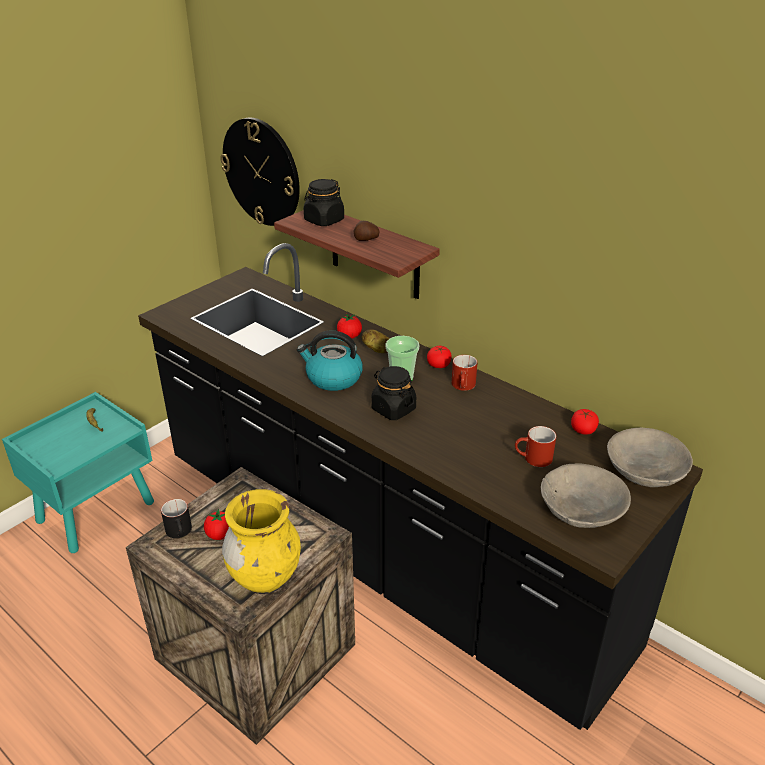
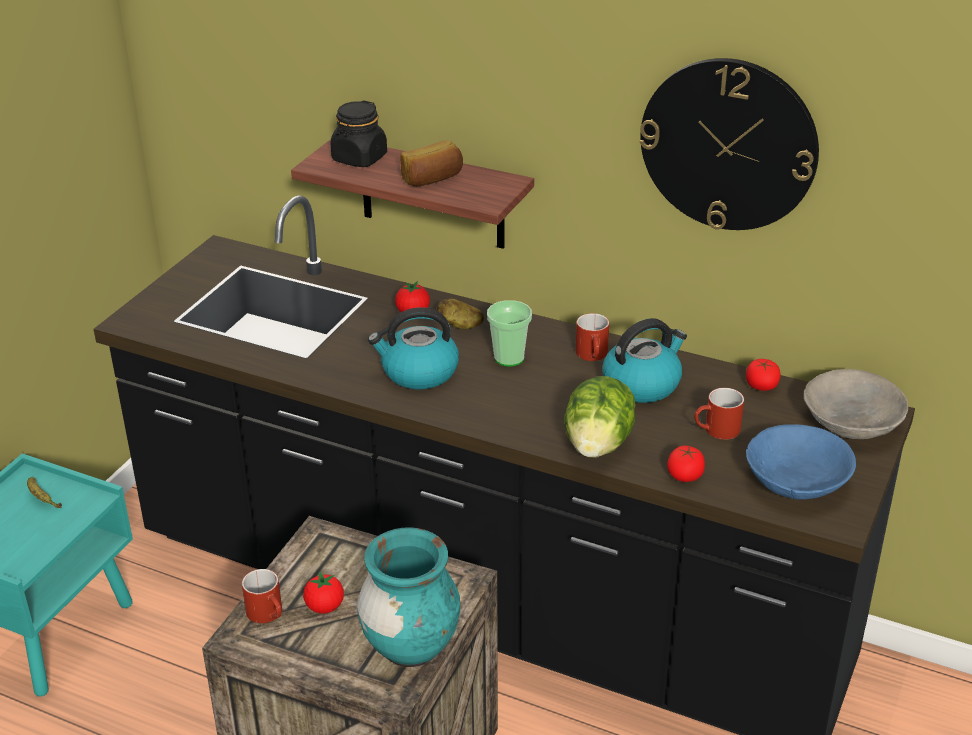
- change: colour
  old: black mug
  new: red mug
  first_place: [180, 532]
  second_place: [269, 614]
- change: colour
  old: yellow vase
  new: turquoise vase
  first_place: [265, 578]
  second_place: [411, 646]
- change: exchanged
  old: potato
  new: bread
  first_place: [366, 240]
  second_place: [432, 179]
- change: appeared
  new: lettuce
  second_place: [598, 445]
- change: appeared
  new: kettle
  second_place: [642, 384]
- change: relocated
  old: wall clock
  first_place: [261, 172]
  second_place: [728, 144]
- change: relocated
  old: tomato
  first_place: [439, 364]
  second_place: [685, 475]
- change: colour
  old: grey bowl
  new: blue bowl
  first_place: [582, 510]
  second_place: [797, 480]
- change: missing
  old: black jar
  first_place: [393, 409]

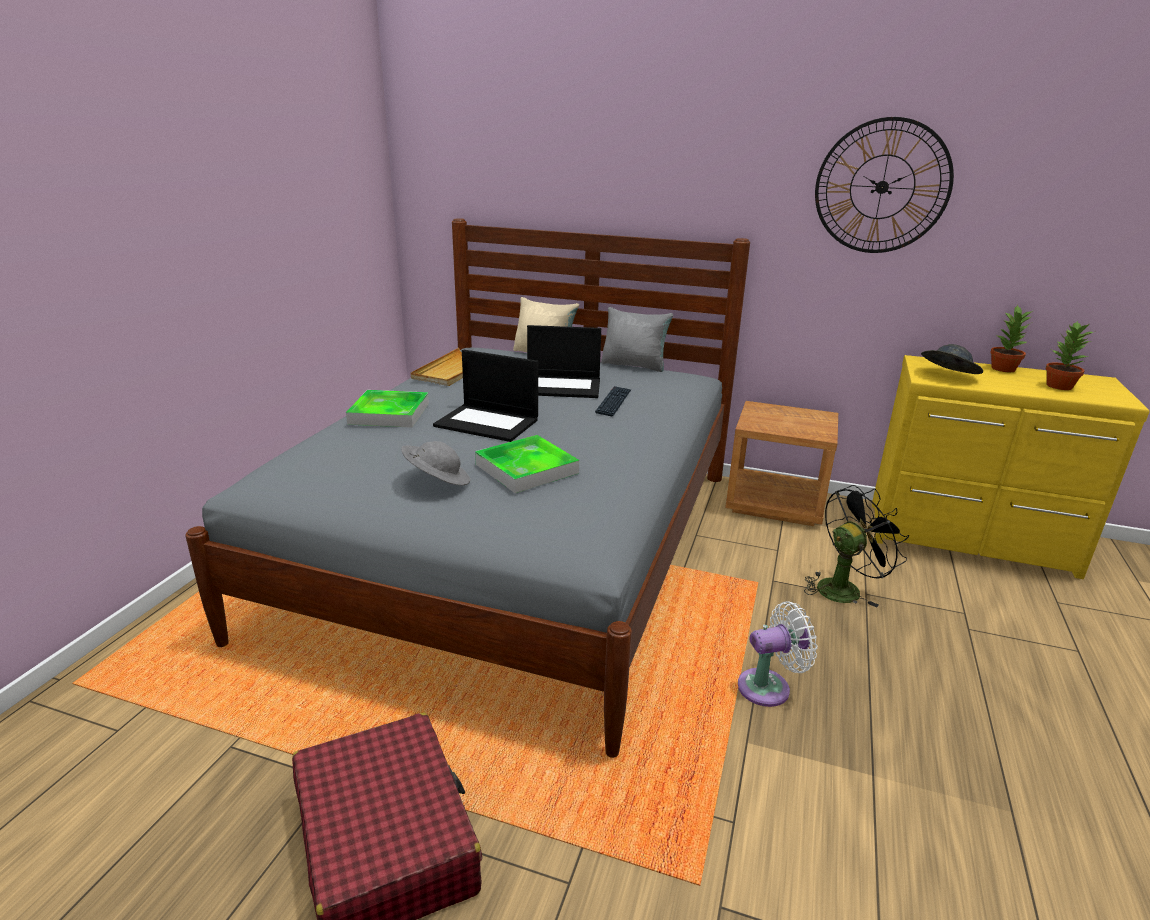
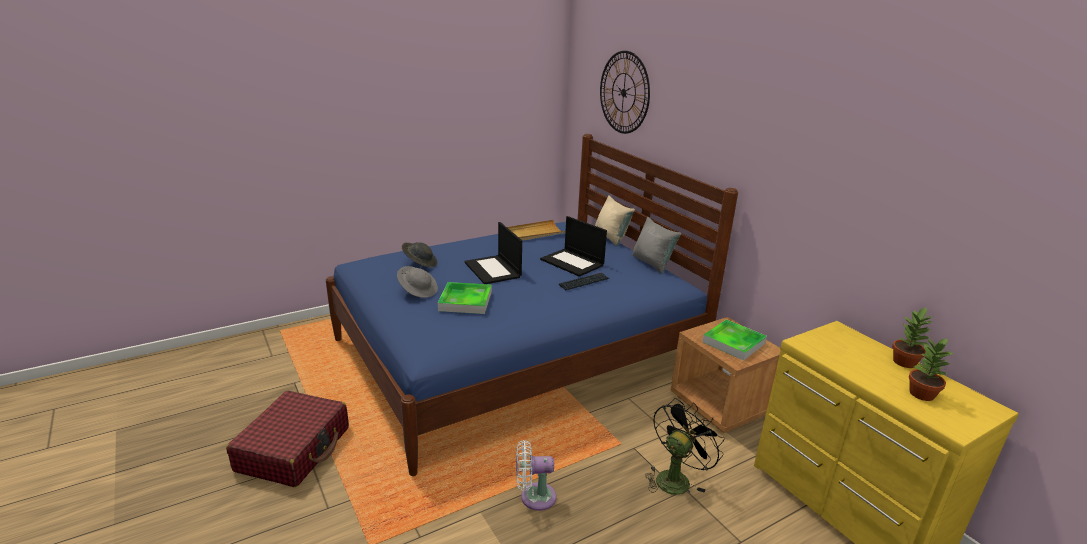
- change: colour
  old: grey bed
  new: blue bed
  first_place: [517, 546]
  second_place: [515, 355]
- change: relocated
  old: grey hat
  first_place: [947, 376]
  second_place: [420, 263]
- change: spun
  old: white fan
  first_place: [769, 687]
  second_place: [534, 497]
  degrees: 150
- change: relocated
  old: wall clock
  first_place: [882, 187]
  second_place: [624, 92]
- change: spun
  old: black fan
  first_place: [844, 588]
  second_place: [675, 478]
  degrees: -60
- change: relocated
  old: tray
  first_place: [389, 413]
  second_place: [733, 342]

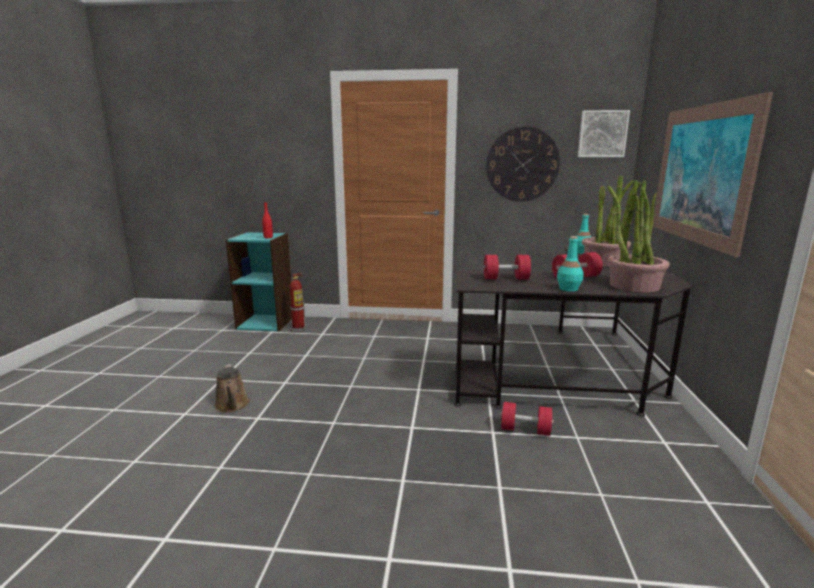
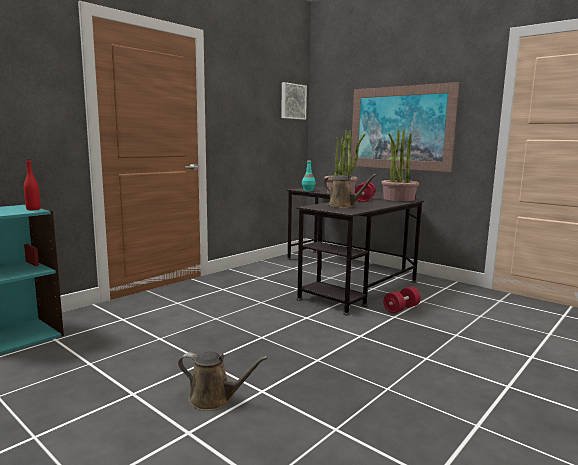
- change: exchanged
  old: red dumbbell
  new: brown watering can
  first_place: [506, 278]
  second_place: [343, 206]
- change: missing
  old: fire extinguisher
  first_place: [299, 329]
- change: missing
  old: wall clock
  first_place: [522, 164]
- change: missing
  old: turquoise bottle
  first_place: [568, 289]

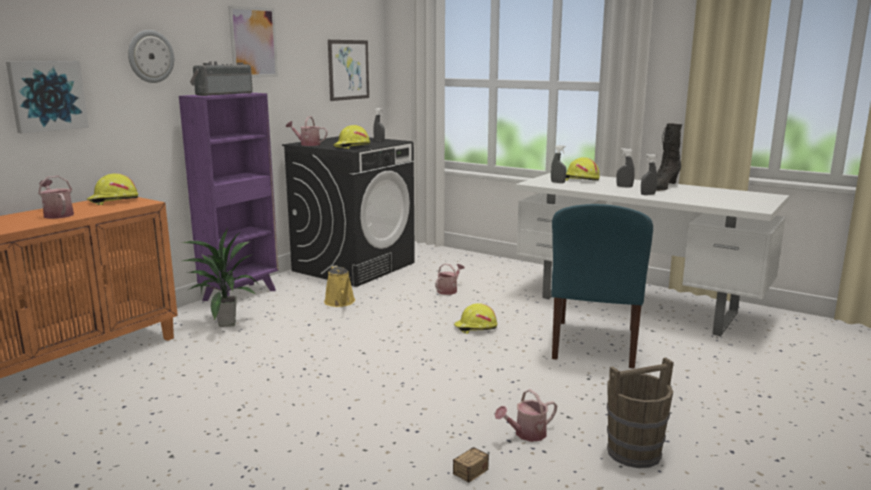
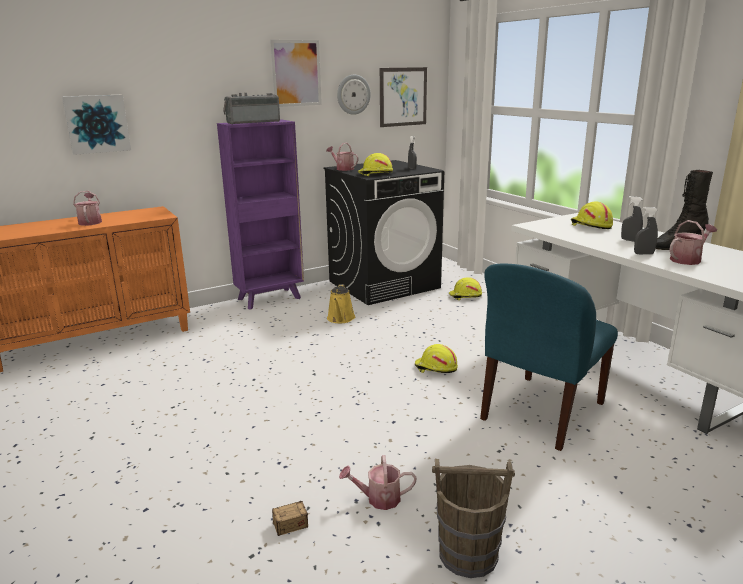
- change: relocated
  old: wall clock
  first_place: [150, 56]
  second_place: [353, 94]
- change: relocated
  old: yellow hard hat
  first_place: [113, 201]
  second_place: [465, 296]
- change: relocated
  old: watering can
  first_place: [449, 290]
  second_place: [688, 259]
- change: missing
  old: potted plant
  first_place: [226, 323]
- change: missing
  old: grey spray bottle
  first_place: [558, 182]

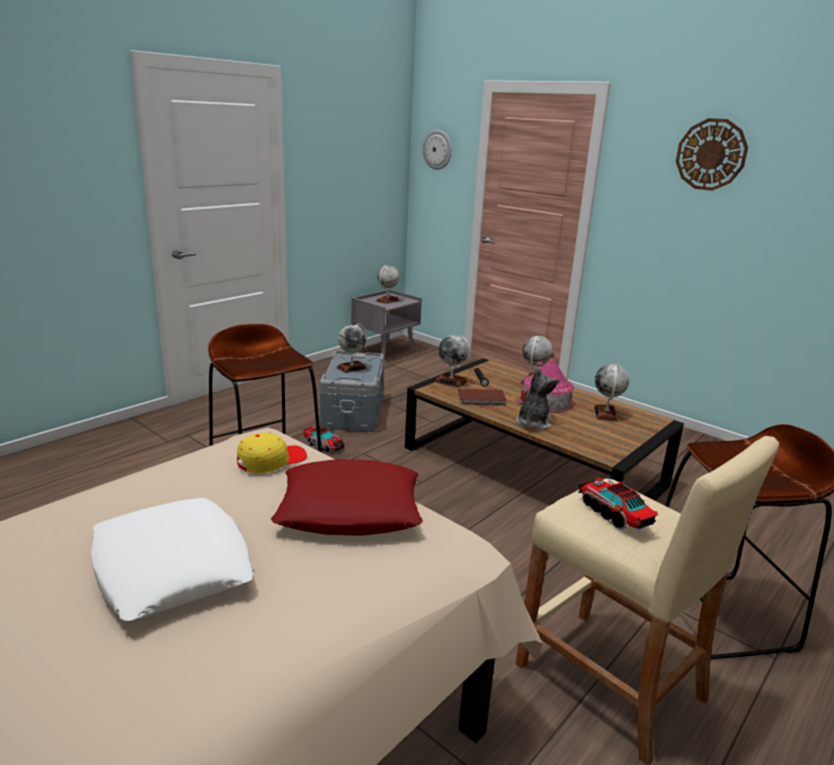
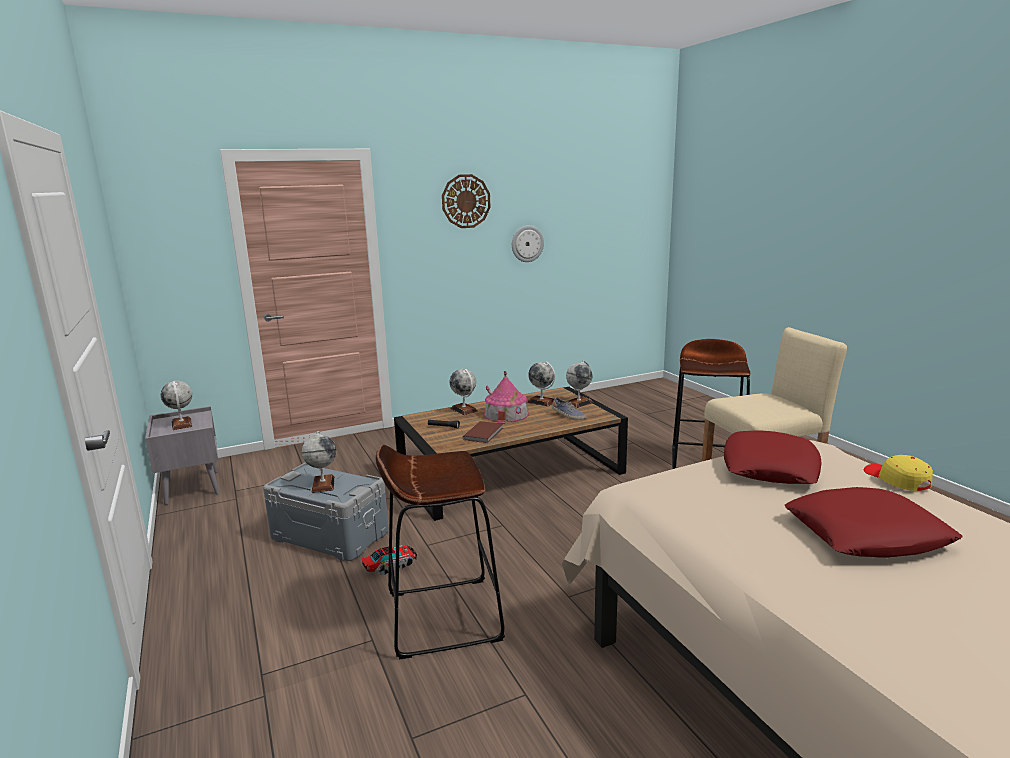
- change: relocated
  old: wall clock
  first_place: [438, 149]
  second_place: [527, 243]
- change: appeared
  new: shoe
  second_place: [568, 416]
- change: relocated
  old: globe
  first_place: [451, 381]
  second_place: [579, 403]
- change: colour
  old: white pillow
  new: red pillow
  first_place: [171, 567]
  second_place: [866, 534]
- change: relocated
  old: yellow cap
  first_place: [271, 461]
  second_place: [896, 479]
- change: missing
  old: plush toy
  first_place: [533, 423]
- change: missing
  old: toy truck
  first_place: [613, 514]

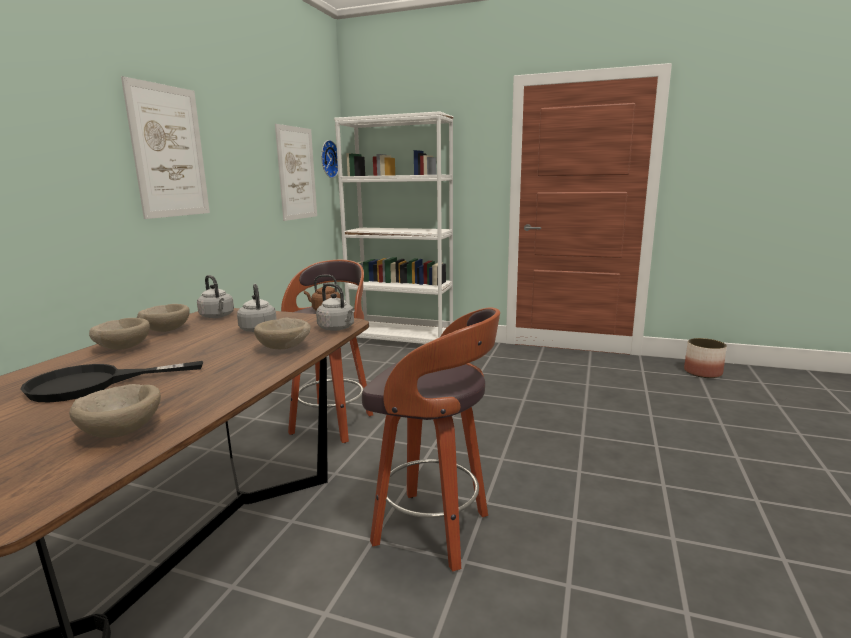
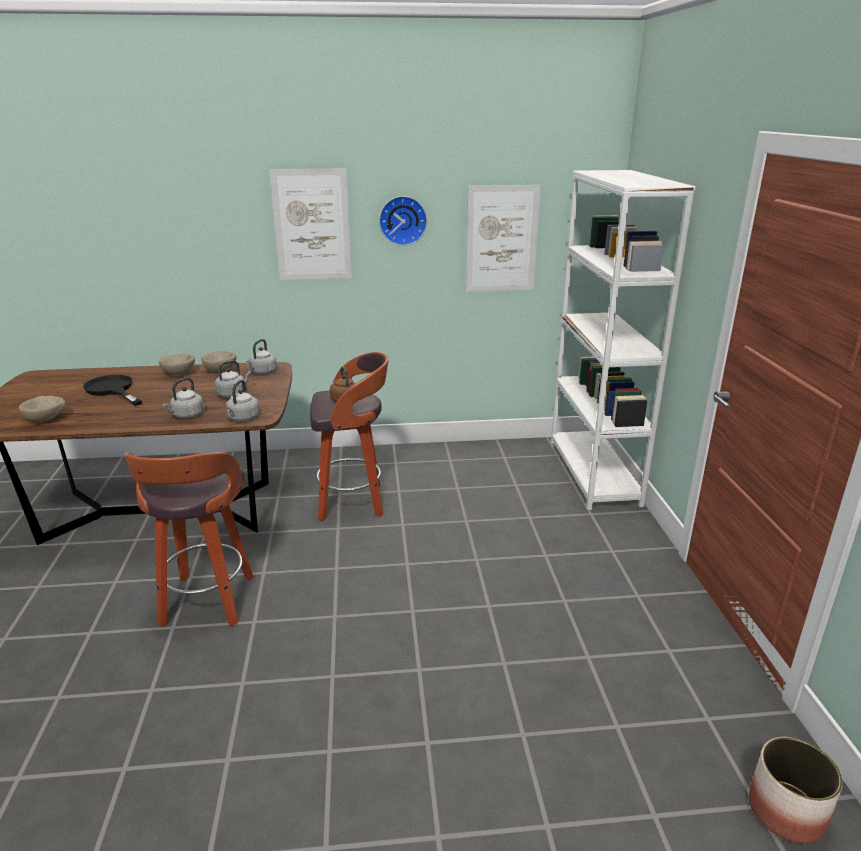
- change: exchanged
  old: beige bowl
  new: grey kettle
  first_place: [285, 348]
  second_place: [186, 415]
- change: relocated
  old: wall clock
  first_place: [328, 159]
  second_place: [402, 220]

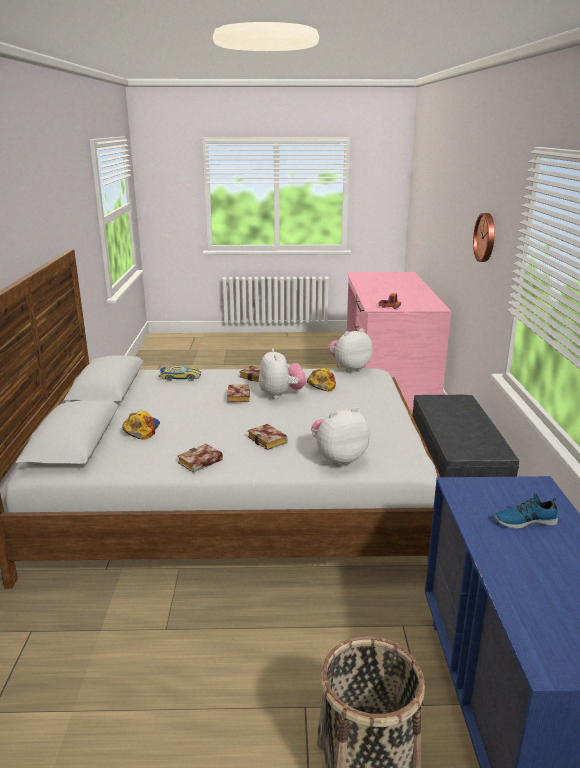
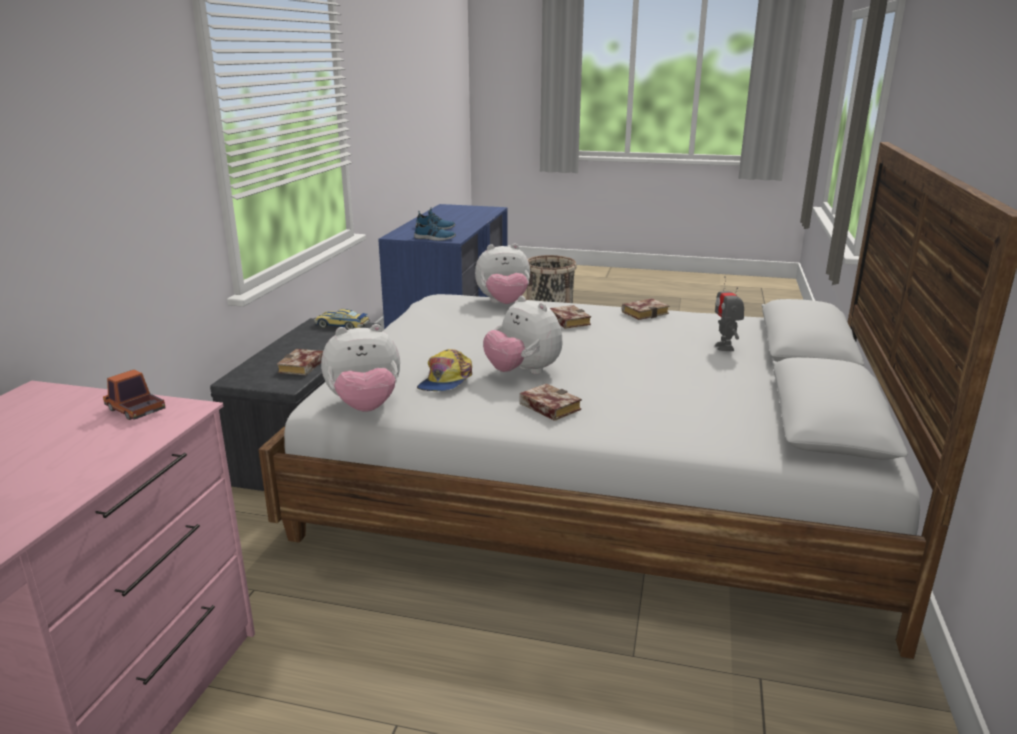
- change: relocated
  old: book
  first_place: [237, 396]
  second_place: [302, 367]
- change: relocated
  old: toy car
  first_place: [180, 377]
  second_place: [342, 325]
- change: appeared
  new: shoe
  second_place: [434, 238]
- change: spun
  old: plush toy
  first_place: [281, 395]
  second_place: [523, 372]
  degrees: -45
- change: exchanged
  old: cap
  new: toy robot
  first_place: [141, 429]
  second_place: [724, 347]
- change: missing
  old: wall clock
  first_place: [486, 237]

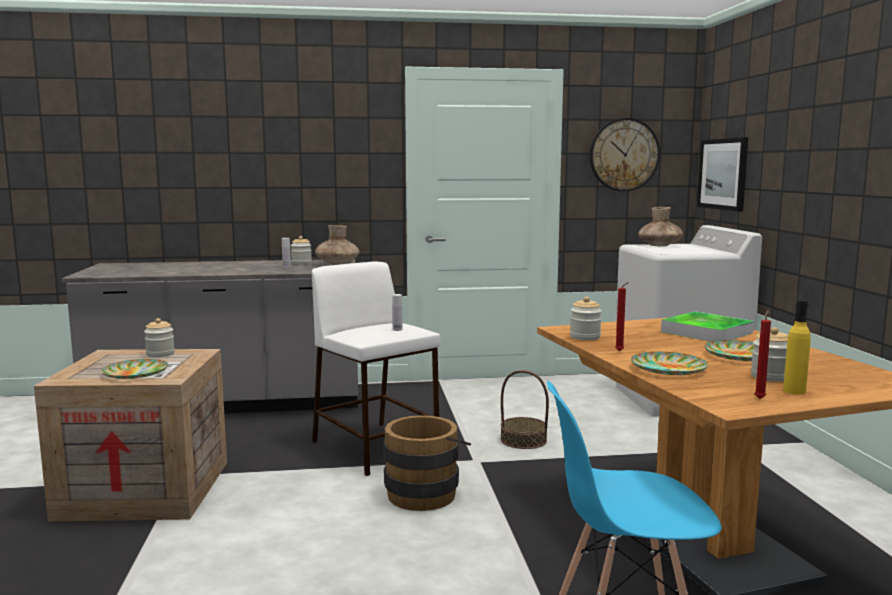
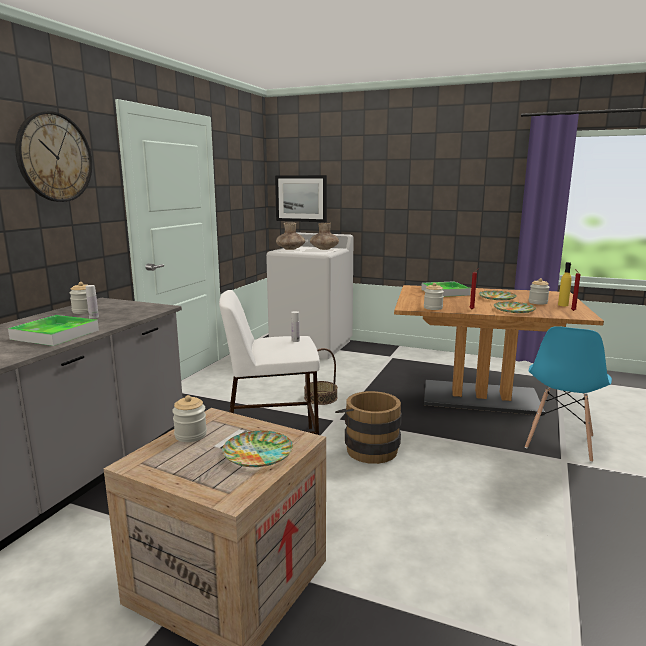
- change: appeared
  new: tray
  second_place: [55, 334]
- change: relocated
  old: wall clock
  first_place: [624, 154]
  second_place: [54, 157]
- change: relocated
  old: brown vase
  first_place: [337, 264]
  second_place: [324, 249]

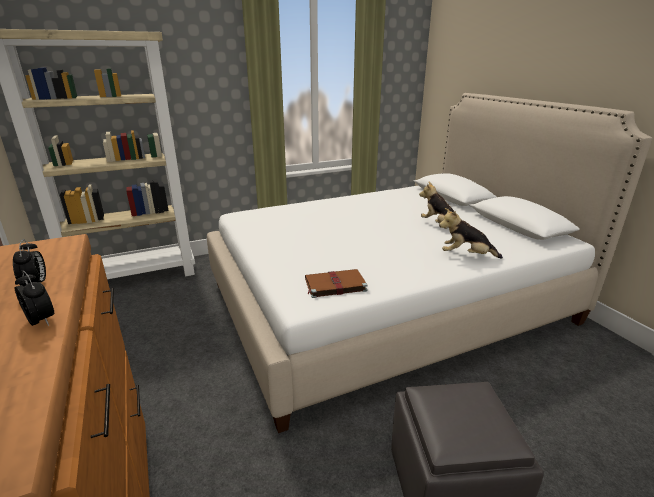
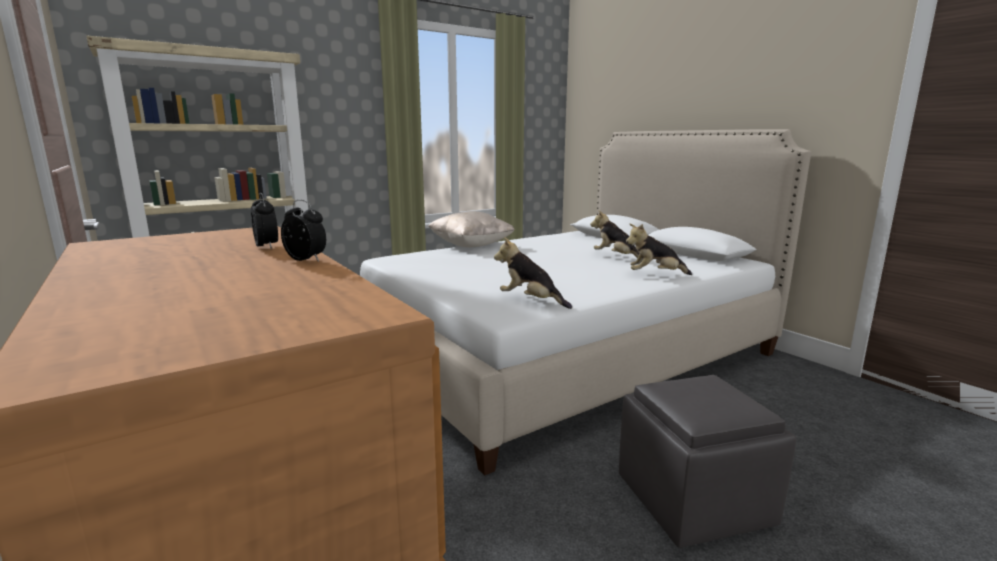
- change: appeared
  new: beige pillow
  second_place: [471, 245]
- change: exchanged
  old: brown book
  new: plush toy
  first_place: [334, 285]
  second_place: [530, 301]

